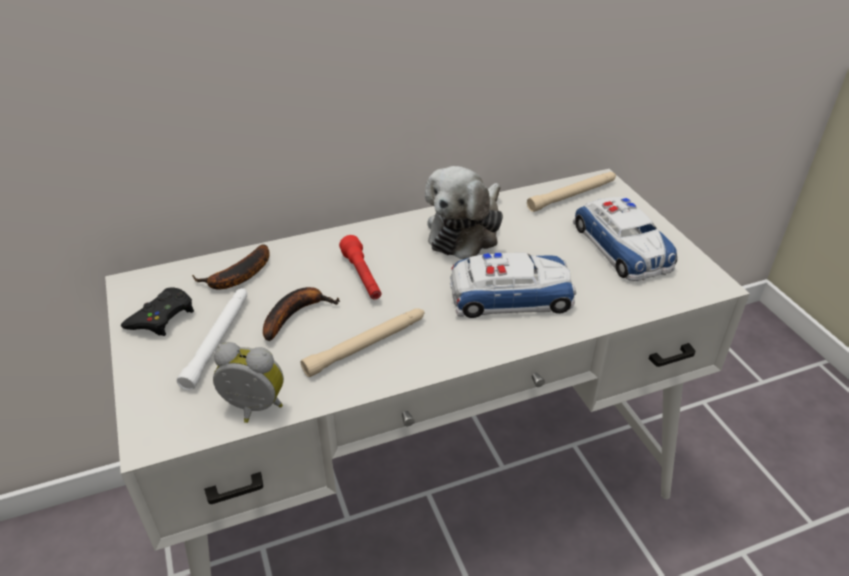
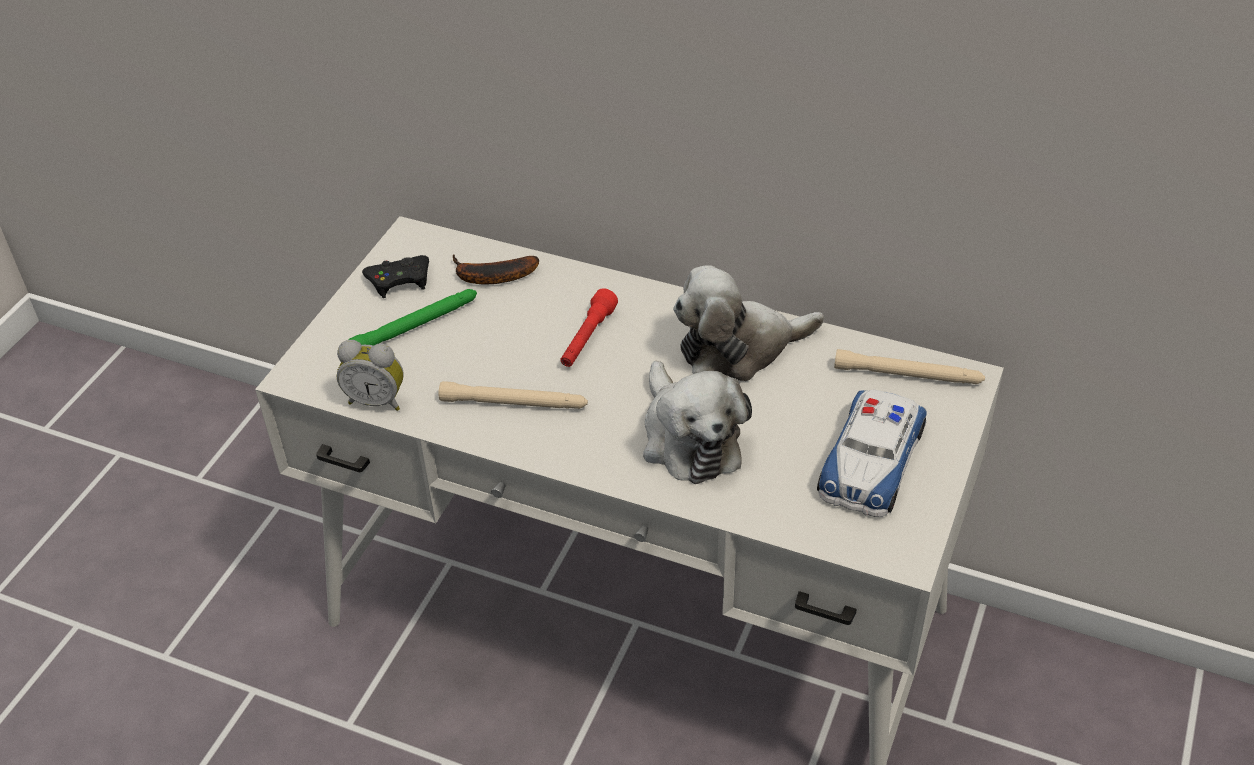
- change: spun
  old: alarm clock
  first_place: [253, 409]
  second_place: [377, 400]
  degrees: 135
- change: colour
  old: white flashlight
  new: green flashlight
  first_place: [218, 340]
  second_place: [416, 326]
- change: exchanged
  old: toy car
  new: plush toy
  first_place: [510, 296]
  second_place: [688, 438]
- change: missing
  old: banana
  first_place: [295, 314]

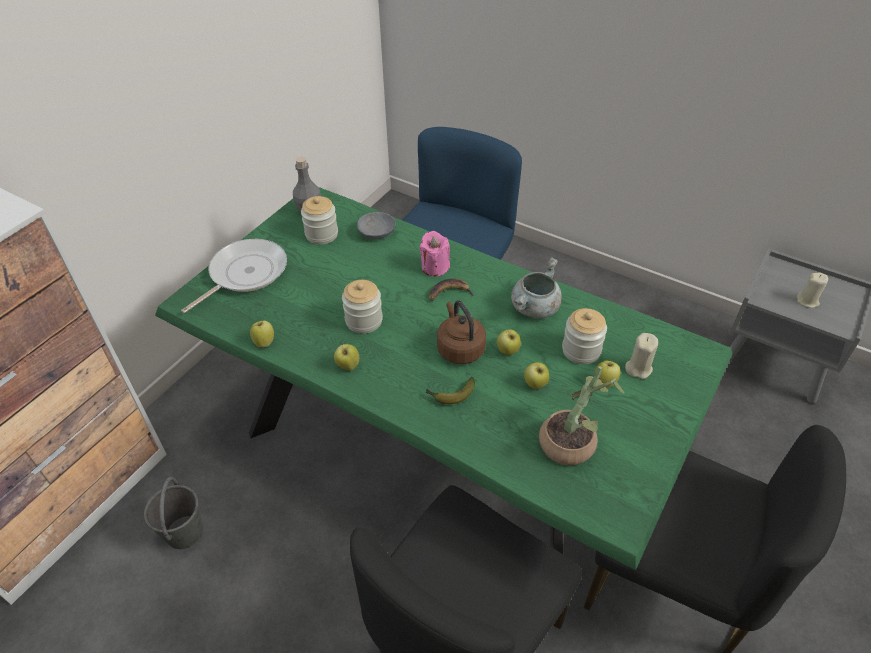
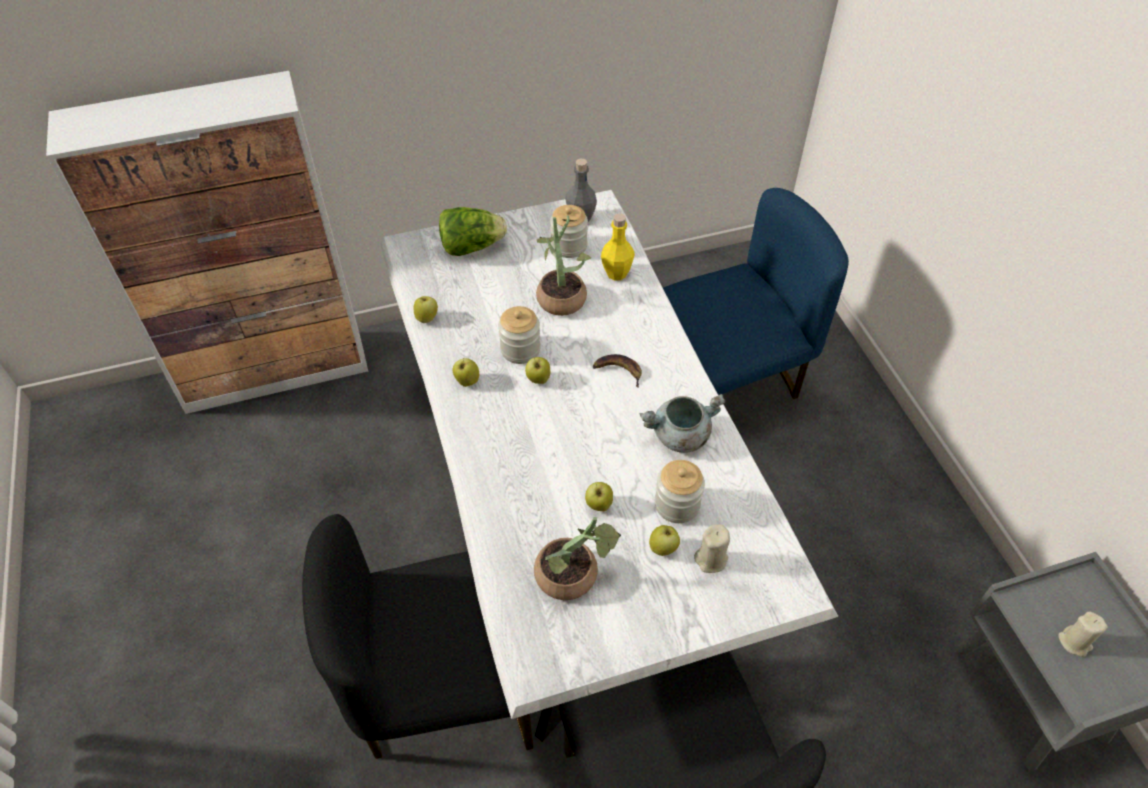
- change: colour
  old: green dining table
  new: white dining table
  first_place: [437, 451]
  second_place: [574, 521]
- change: exchanged
  old: frying pan
  new: lettuce
  first_place: [245, 274]
  second_place: [471, 247]
- change: relocated
  old: apple
  first_place: [507, 351]
  second_place: [538, 380]
- change: appeared
  new: potted plant
  second_place: [560, 295]
- change: exchanged
  old: grey bowl
  new: yellow bottle
  first_place: [376, 233]
  second_place: [616, 273]
- change: missing
  old: grey bucket
  first_place: [184, 532]
- change: missing
  old: pink candle
  first_place: [435, 267]
- change: missing
  old: banana
  first_place: [451, 395]
- change: missing
  old: brown kettle
  first_place: [459, 348]

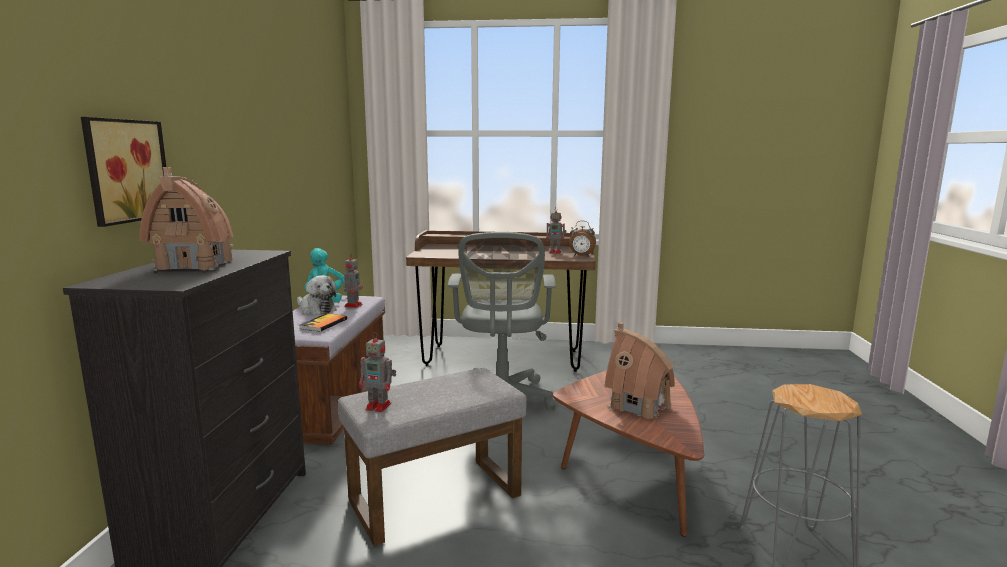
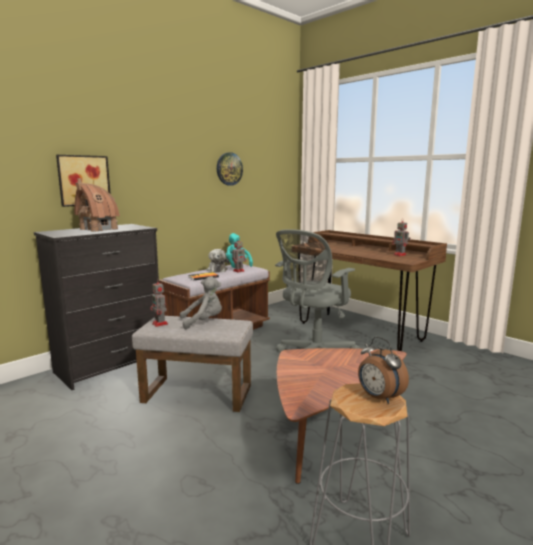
- change: appeared
  new: grey plush toy
  second_place: [203, 322]
- change: appeared
  new: wall clock
  second_place: [229, 169]
- change: relocated
  old: alarm clock
  first_place: [581, 256]
  second_place: [379, 397]
- change: missing
  old: toy house
  first_place: [638, 406]

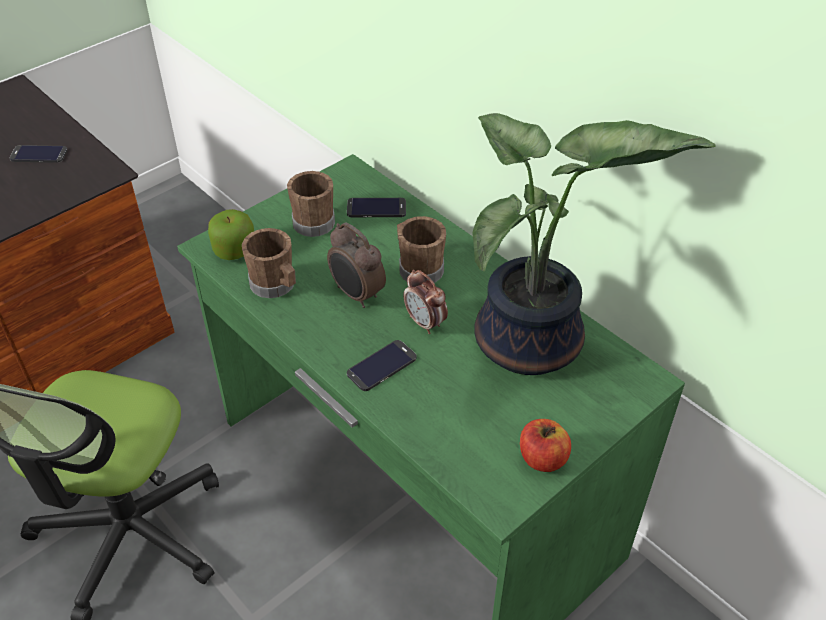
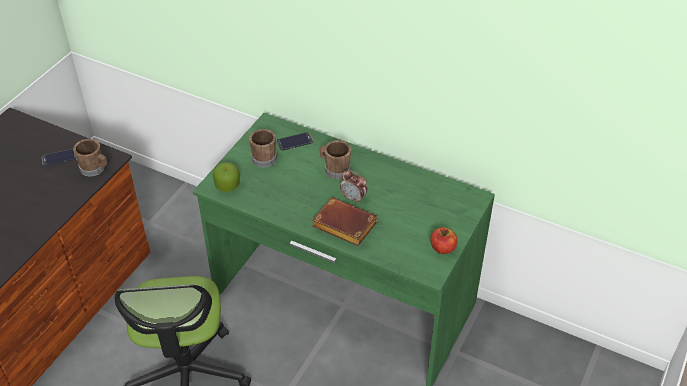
- change: relocated
  old: brown mug
  first_place: [276, 286]
  second_place: [95, 169]
- change: exchanged
  old: phone
  new: brown book
  first_place: [382, 366]
  second_place: [342, 226]
- change: missing
  old: alarm clock
  first_place: [356, 295]
- change: missing
  old: potted plant
  first_place: [531, 347]

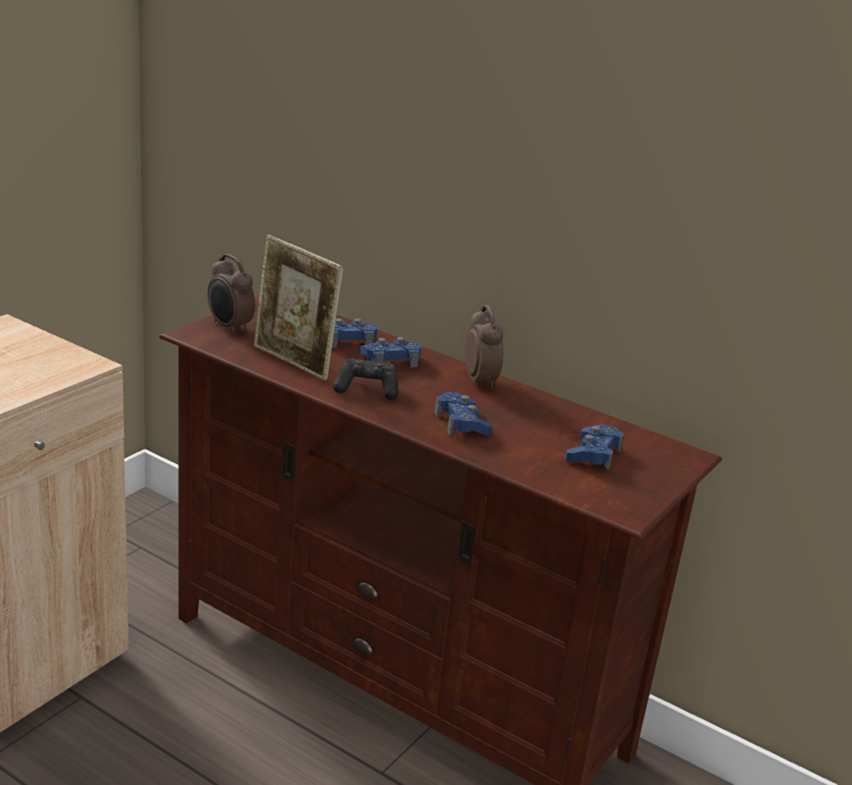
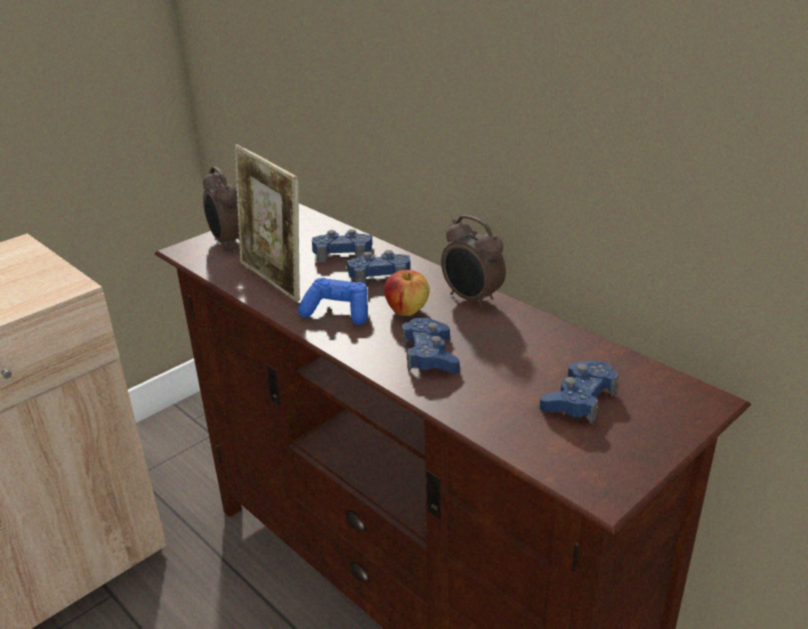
- change: colour
  old: black game controller
  new: blue game controller
  first_place: [367, 389]
  second_place: [338, 312]
- change: appeared
  new: apple
  second_place: [407, 310]
- change: spun
  old: alarm clock
  first_place: [481, 381]
  second_place: [471, 299]
  degrees: 135

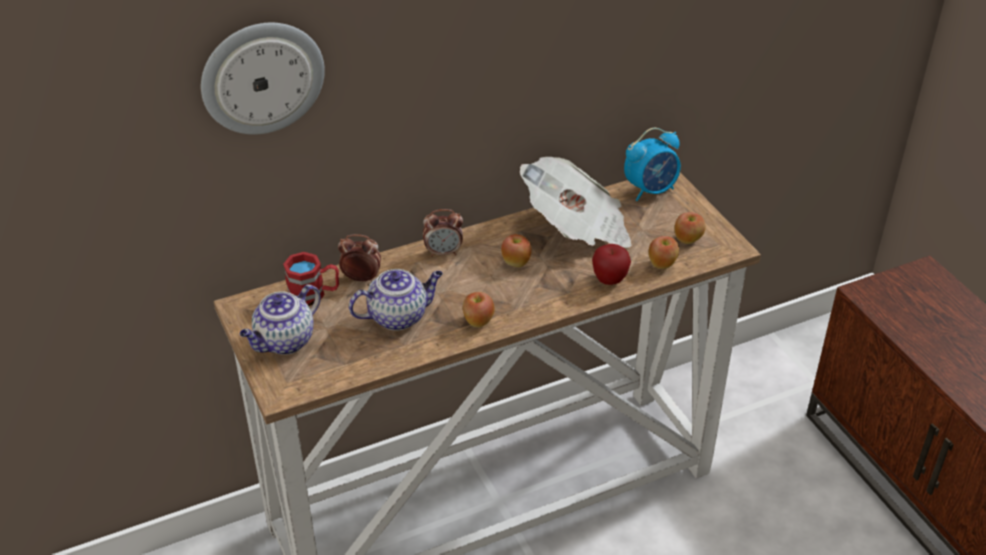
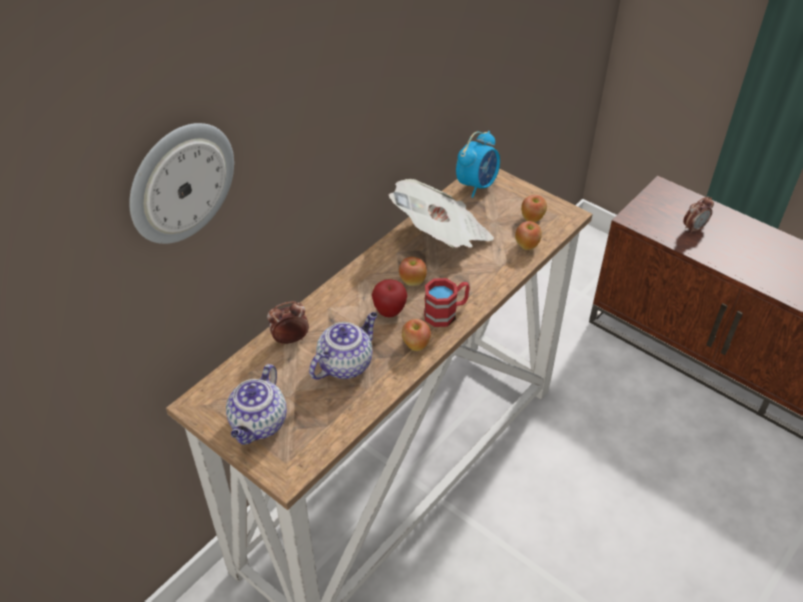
- change: relocated
  old: apple
  first_place: [609, 280]
  second_place: [389, 311]
- change: relocated
  old: red mug
  first_place: [314, 294]
  second_place: [446, 313]
- change: relocated
  old: alarm clock
  first_place: [443, 252]
  second_place: [694, 228]

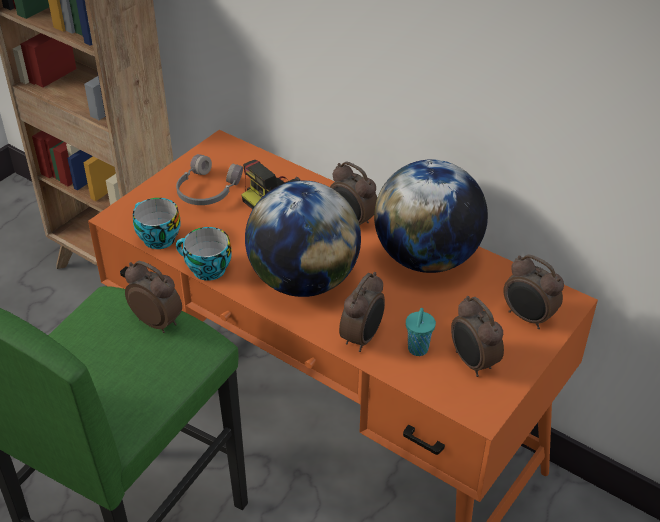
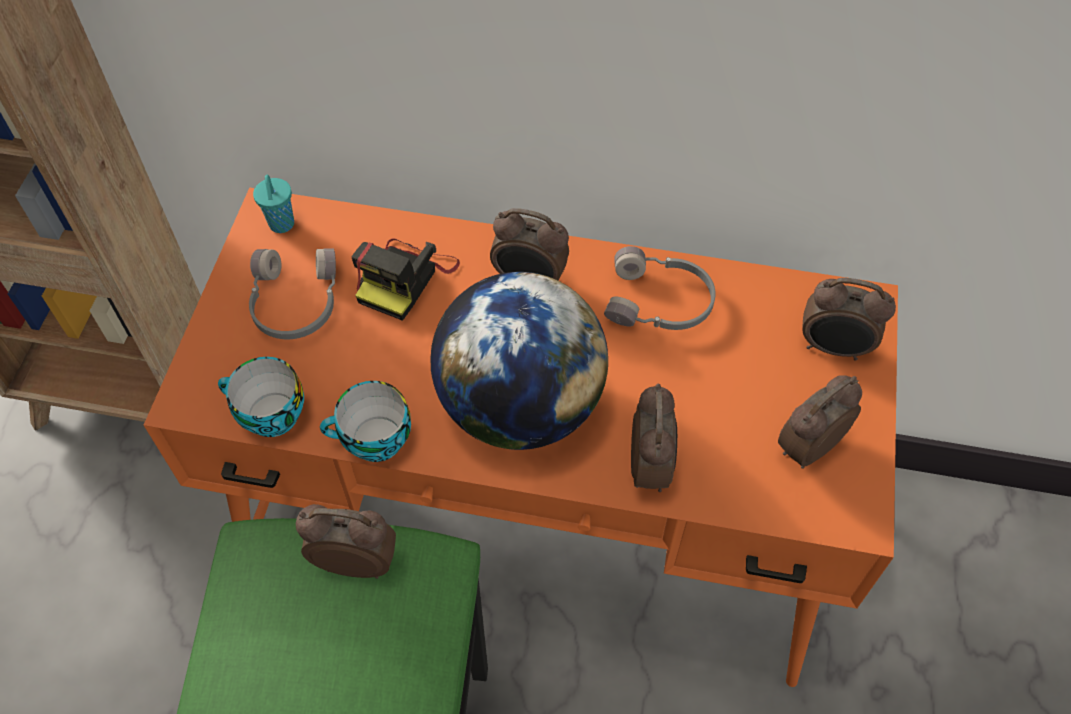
- change: relocated
  old: turquoise cup
  first_place: [417, 350]
  second_place: [281, 225]
- change: exchanged
  old: globe
  new: grey headphones
  first_place: [426, 258]
  second_place: [659, 303]
- change: spun
  old: alarm clock
  first_place: [472, 363]
  second_place: [807, 447]
  degrees: 105

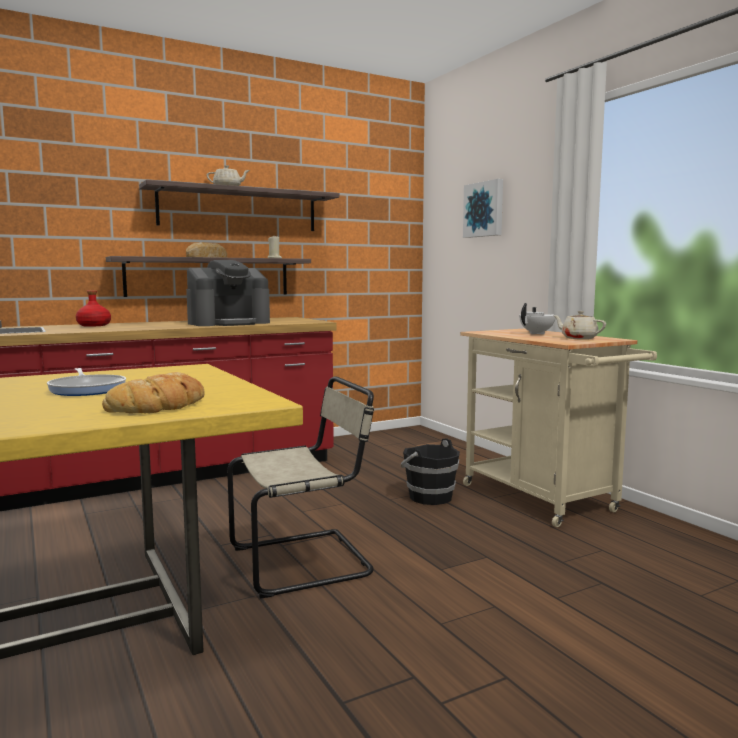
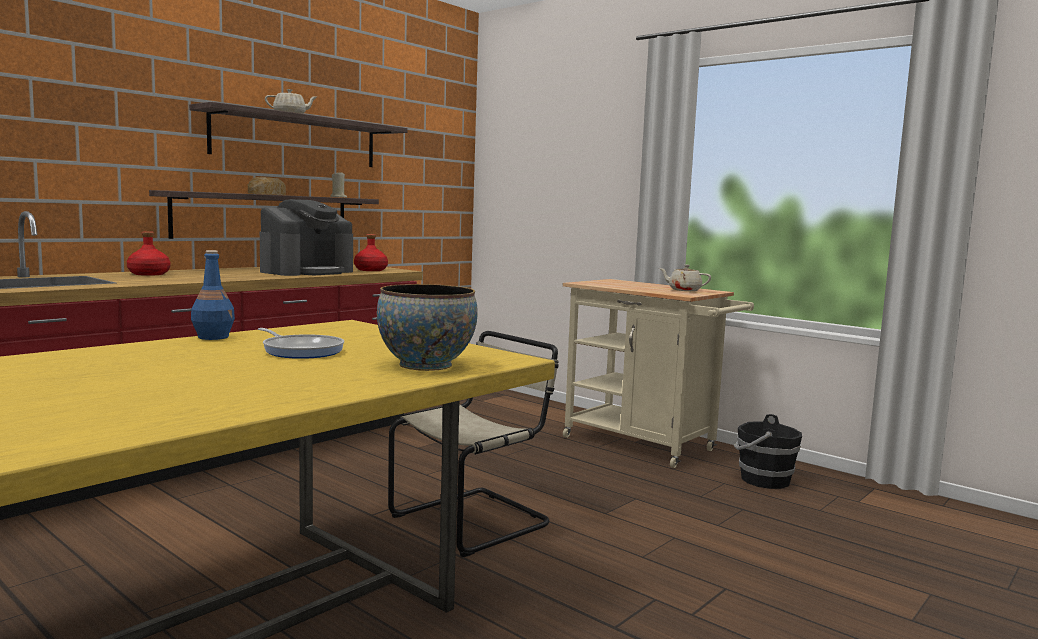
- change: appeared
  new: blue bottle
  second_place: [213, 337]
- change: appeared
  new: red bottle
  second_place: [370, 270]
- change: exchanged
  old: bread
  new: bowl
  first_place: [160, 406]
  second_place: [426, 365]
- change: relocated
  old: black bucket
  first_place: [429, 497]
  second_place: [763, 480]
- change: missing
  old: picture
  first_place: [484, 209]
- change: missing
  old: white teapot
  first_place: [537, 333]

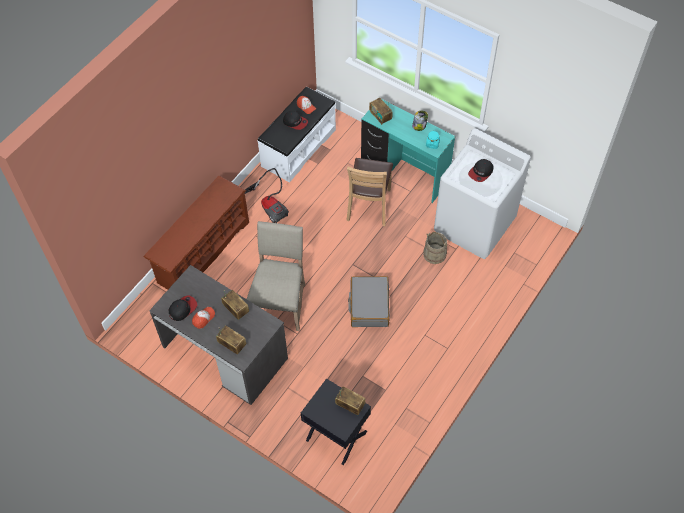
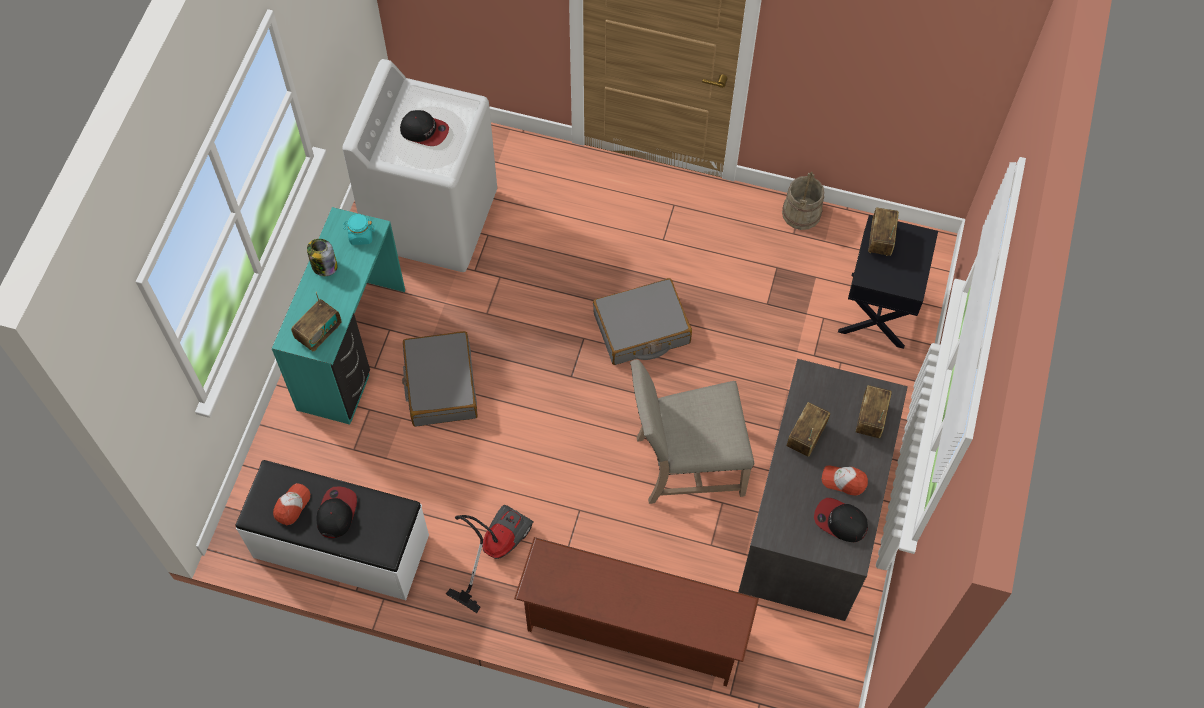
- change: exchanged
  old: brown chair
  new: grey suitcase
  first_place: [369, 205]
  second_place: [440, 385]
- change: relocated
  old: beige bucket
  first_place: [435, 254]
  second_place: [801, 213]

